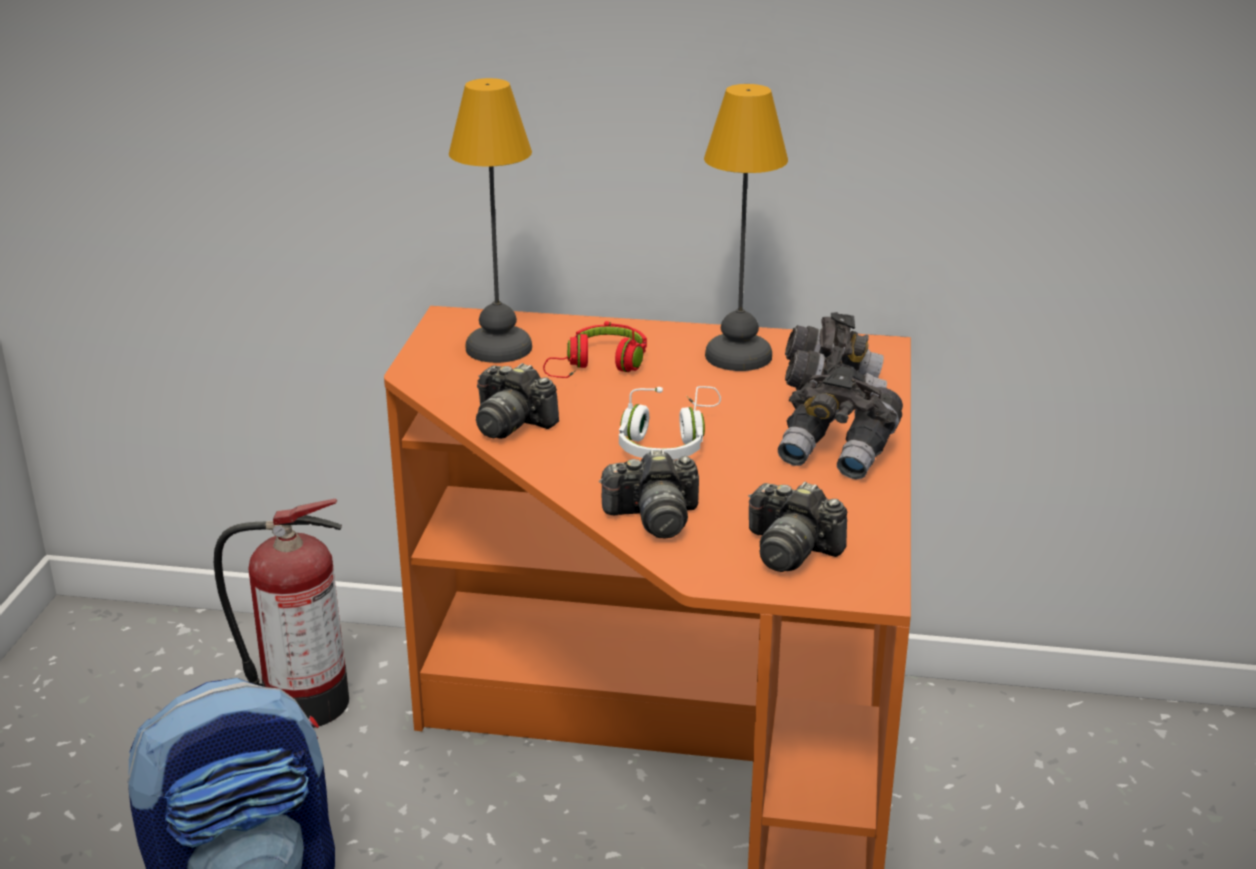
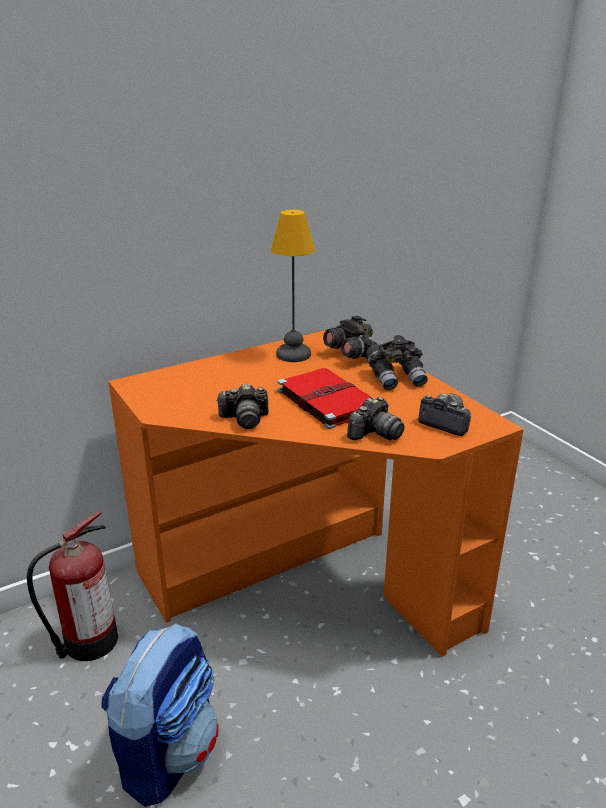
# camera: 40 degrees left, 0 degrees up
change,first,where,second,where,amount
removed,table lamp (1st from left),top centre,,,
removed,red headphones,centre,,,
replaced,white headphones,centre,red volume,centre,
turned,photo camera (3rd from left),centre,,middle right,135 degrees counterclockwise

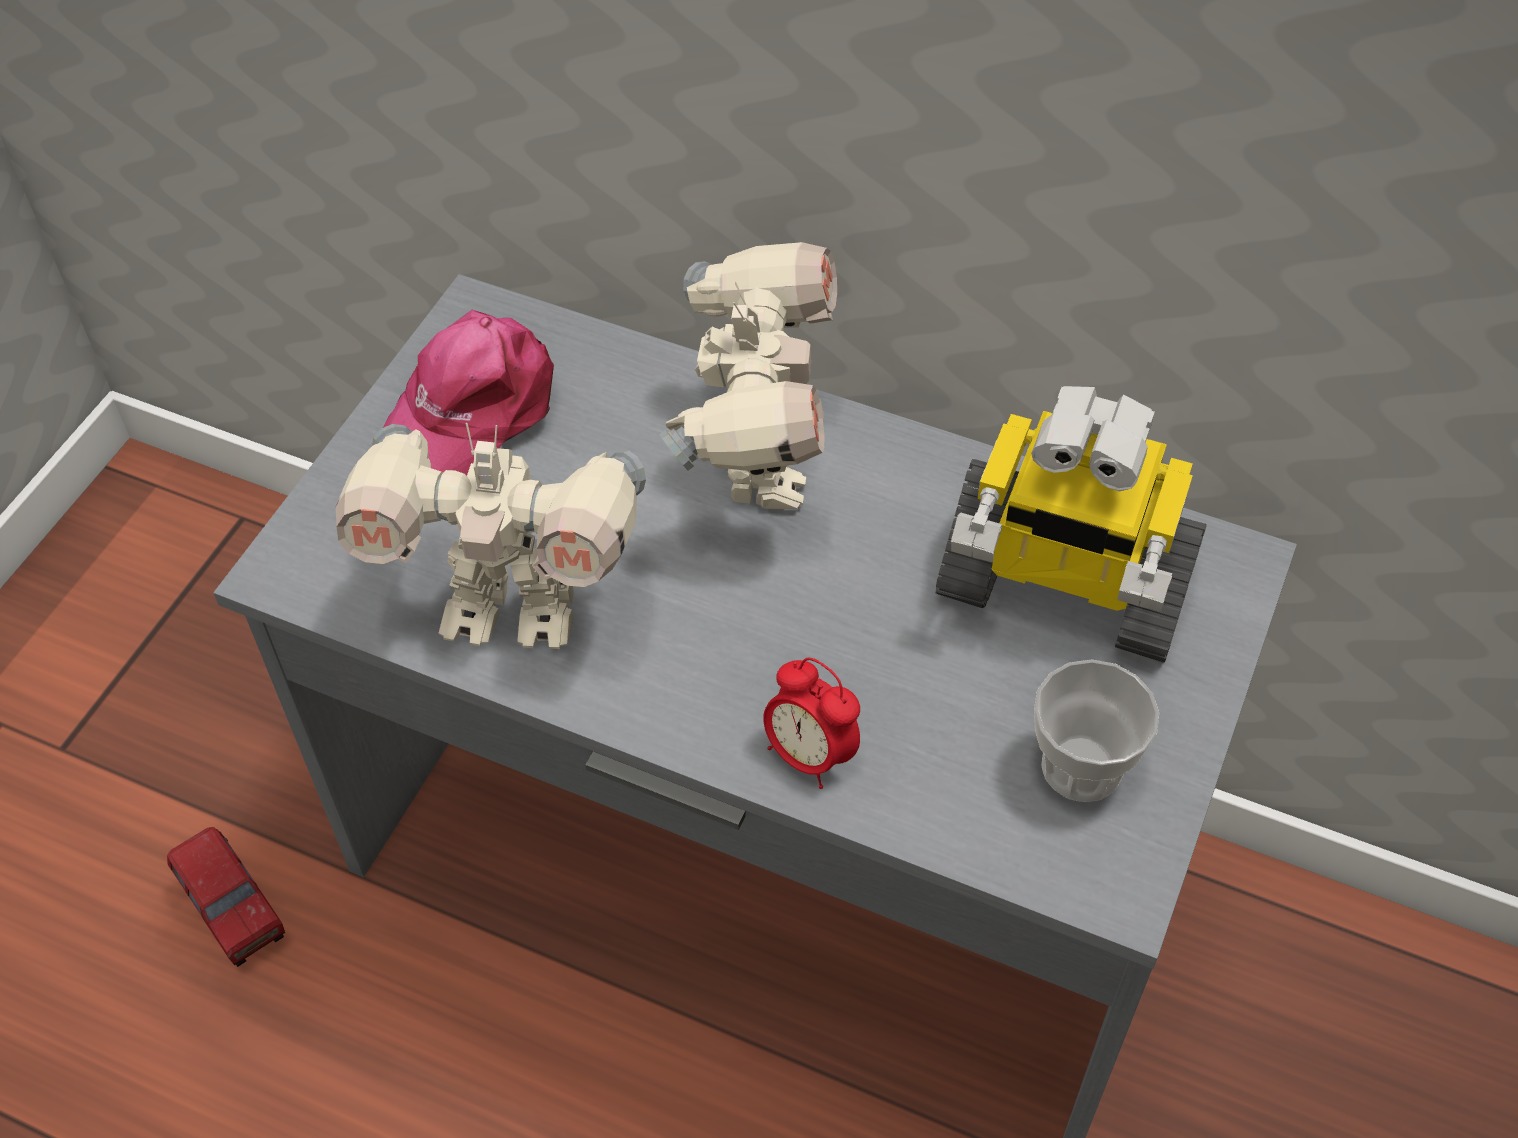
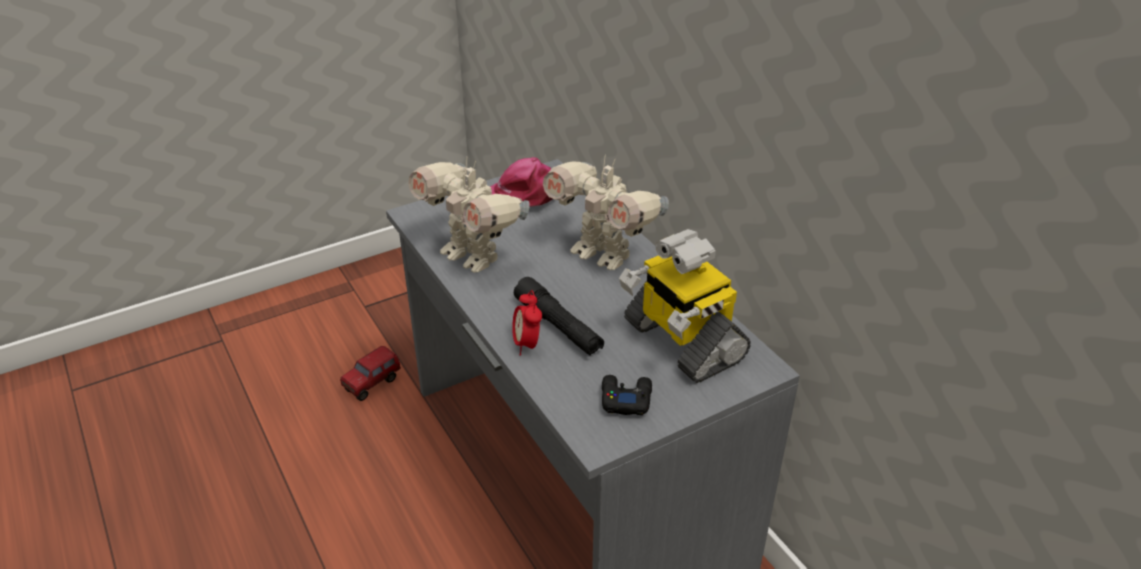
# camera: 35 degrees right, 15 degrees down
change,first,where,second,where,amount
added,,,black flashlight,centre,
replaced,drinking cup,middle right,black joypad,bottom centre,
turned,model truck,bottom left,,middle left,45 degrees clockwise
turned,toy robot (2nd from left),top centre,,centre,90 degrees clockwise

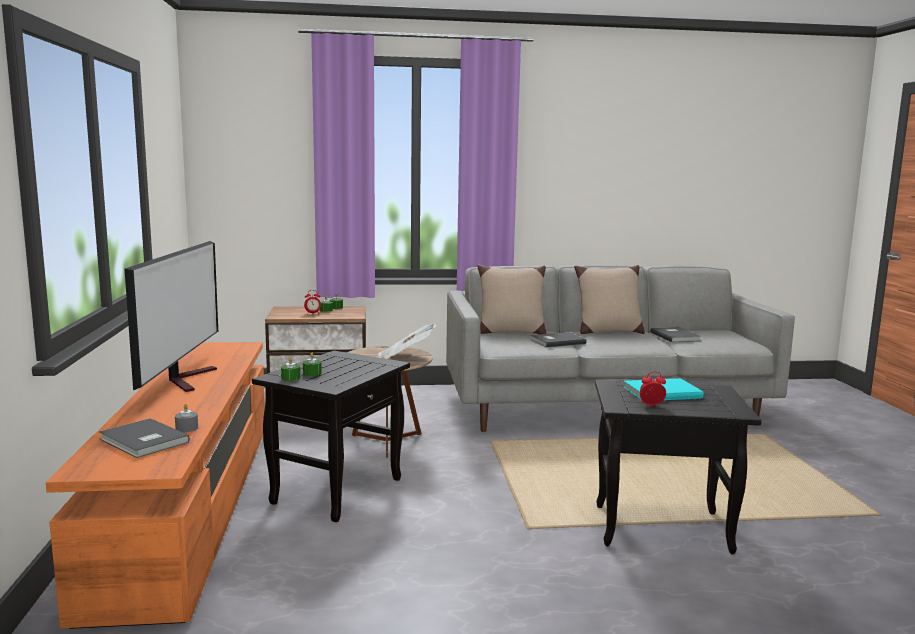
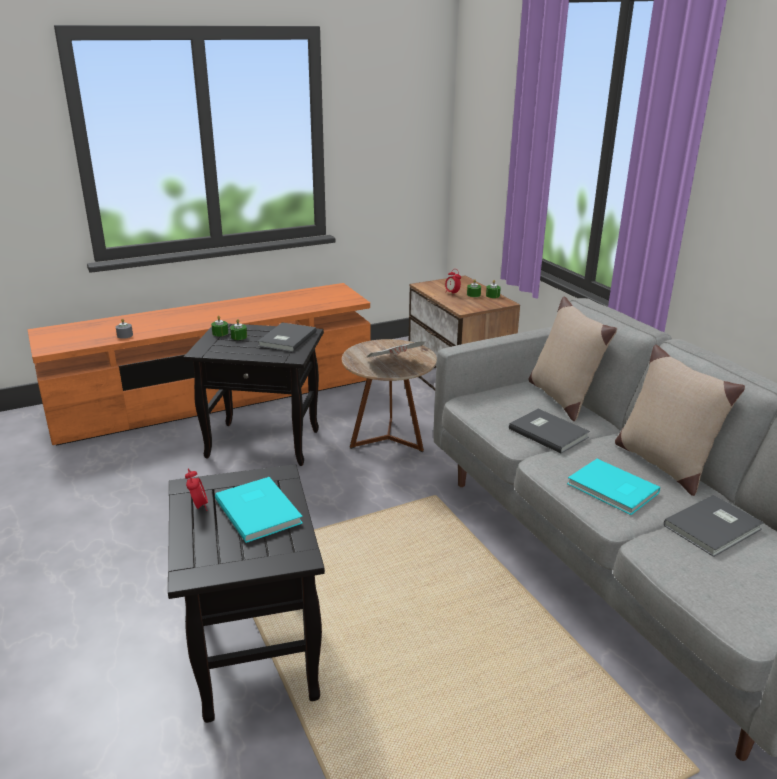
# camera: 70 degrees right, 15 degrees up
change,first,where,second,where,amount
removed,TV set,middle left,,,
added,,,turquoise-coloured volume (2nd from left),middle right,
moved,grey volume (1st from left),bottom left,,centre,

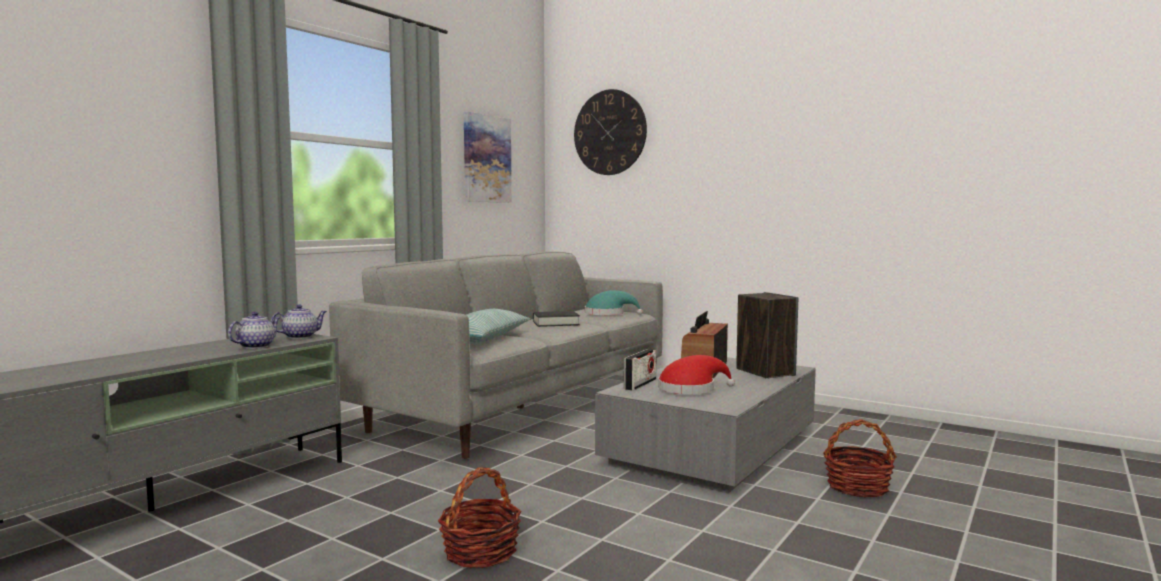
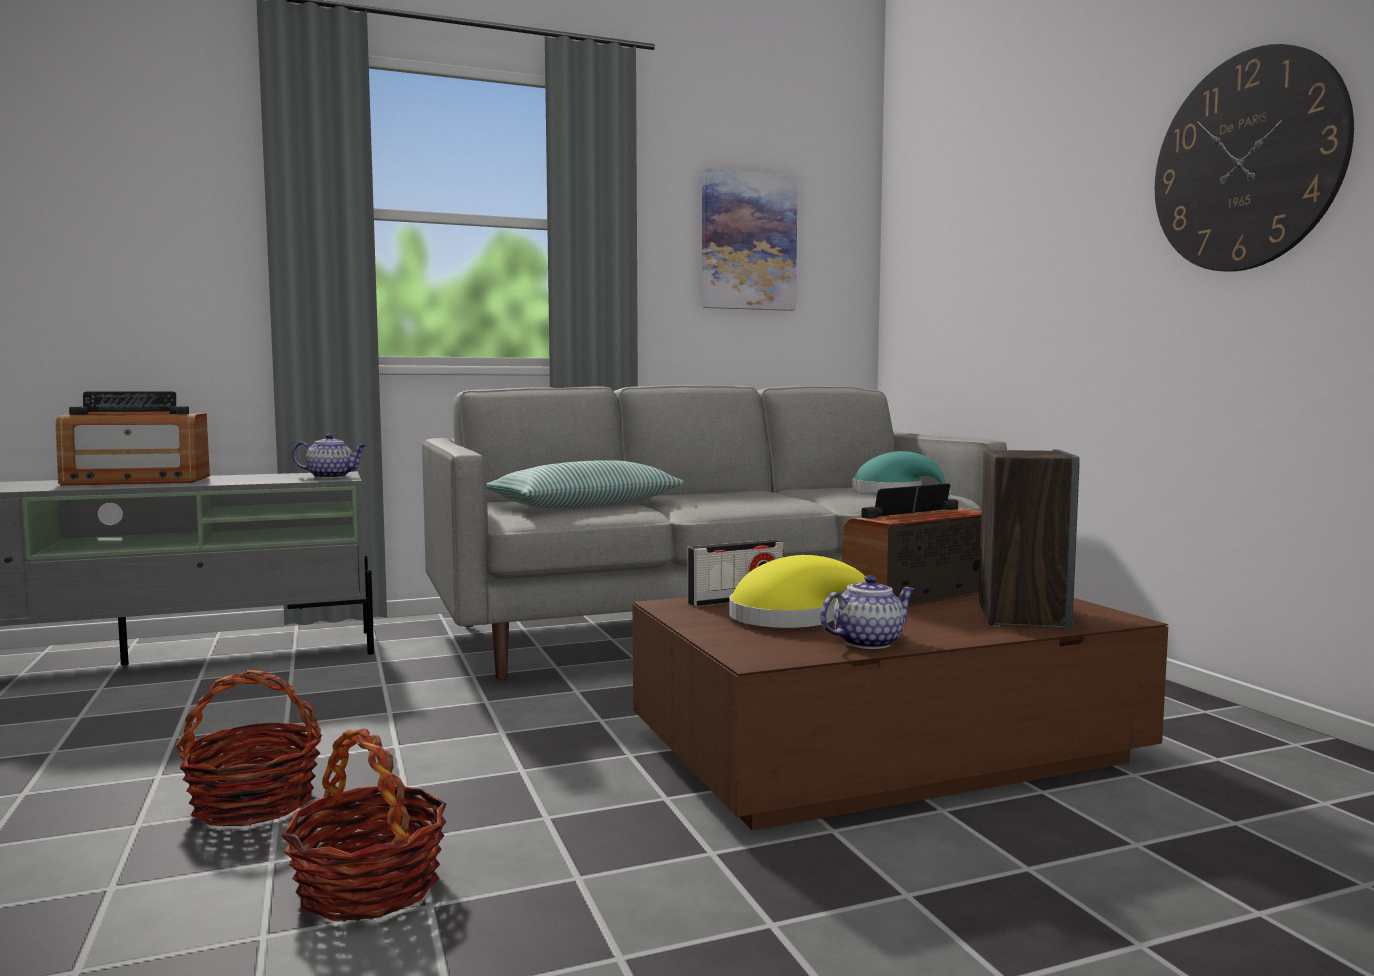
# camera: 35 degrees right, 0 degrees up
change,first,where,second,where,amount
removed,black volume,centre,,,
added,,,radio receiver (1st from left),middle left,
moved,tea pot (1st from left in the first image),middle left,tea pot (2nd from left),centre,
moved,clock on the wall,top centre,,top right,
moved,storage basket (2nd from left),bottom right,,bottom left,
recoloured,grey coffee table,bottom centre,brownish coffee table,bottom centre,
recoloured,red wearable hat,centre,yellow wearable hat,centre,

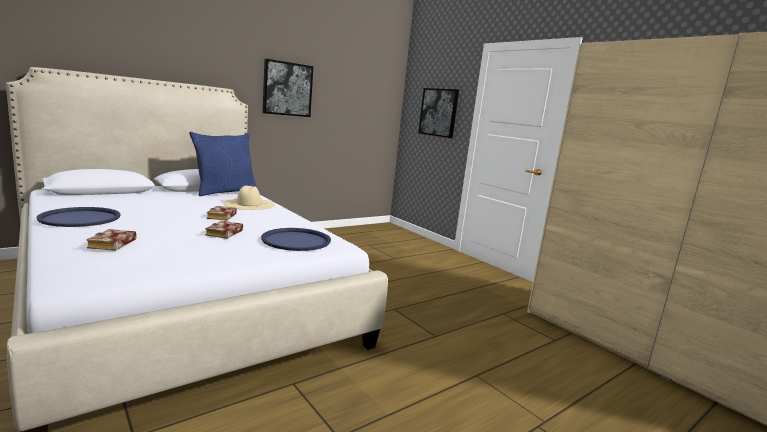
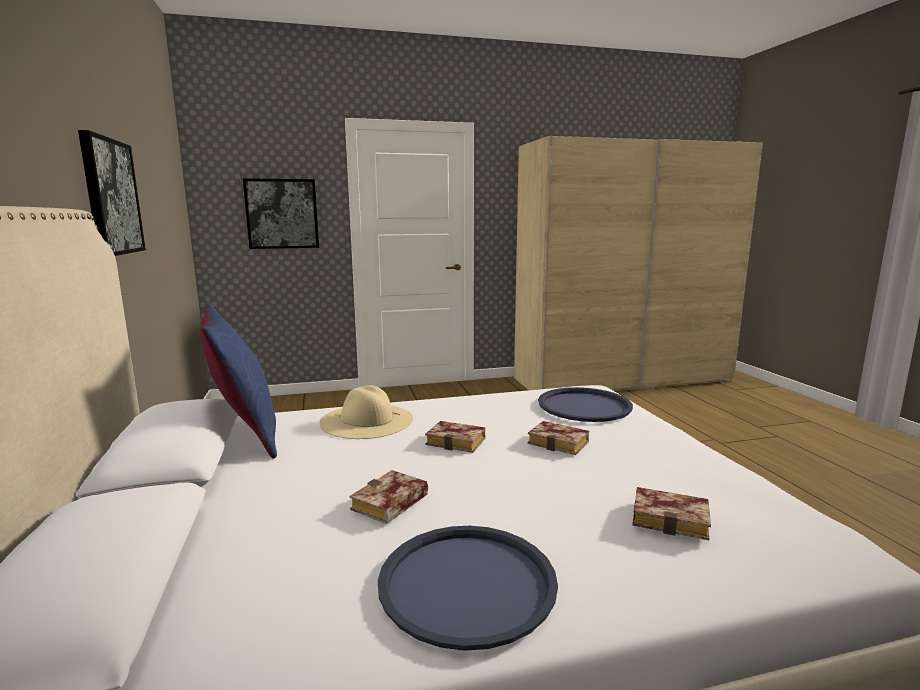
# camera: 65 degrees left, 0 degrees up
change,first,where,second,where,amount
added,,,volume (1st from left),bottom centre,

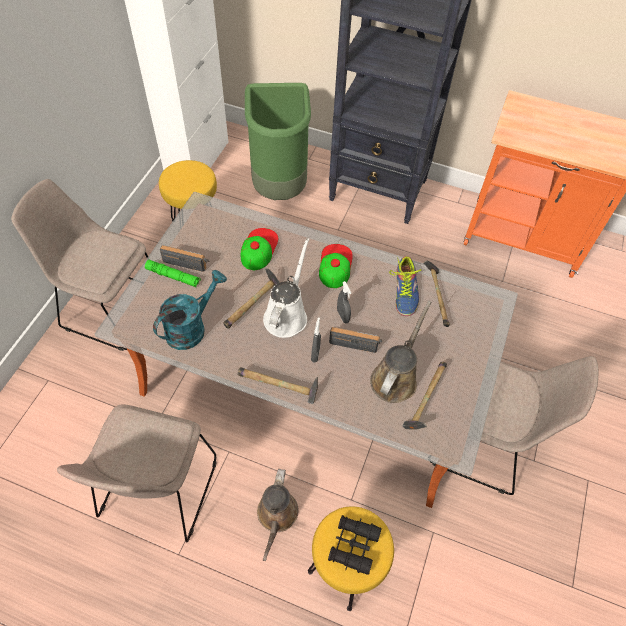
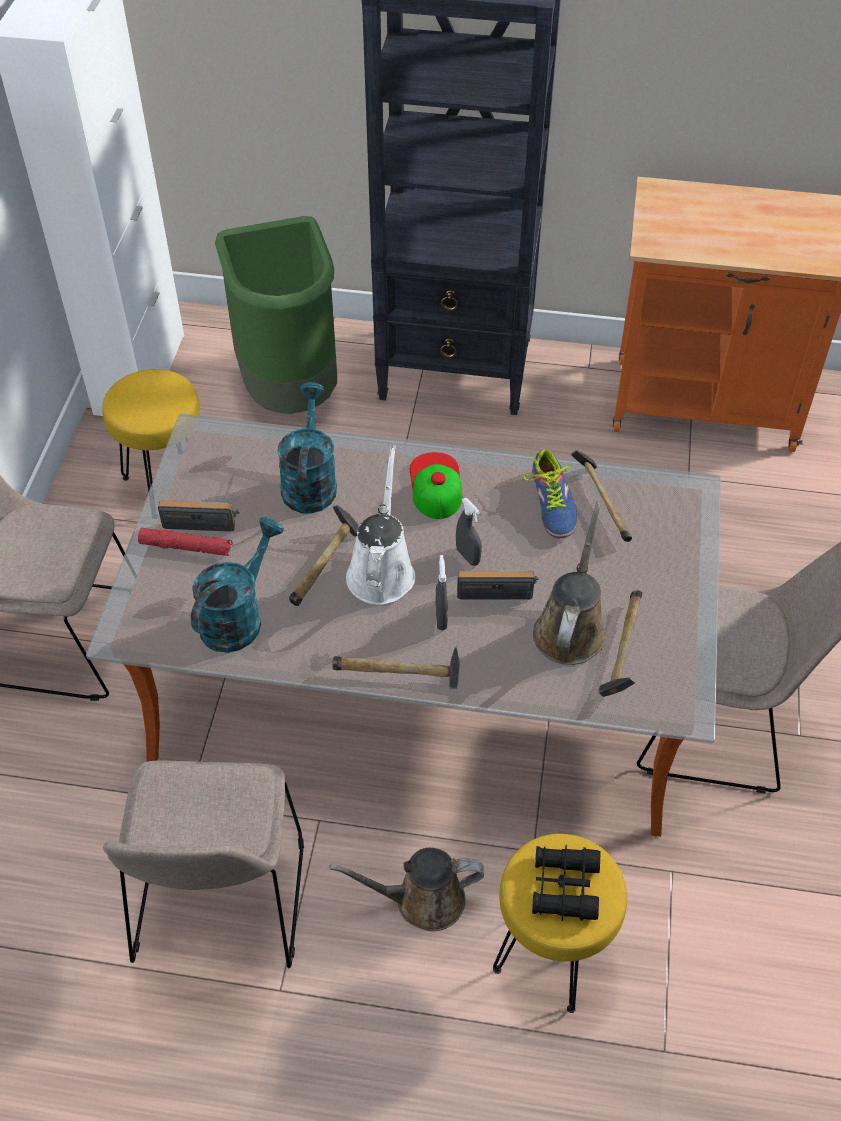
# camera: 10 degrees left, 5 degrees down
change,first,where,second,where,amount
replaced,peaked cap (1st from left),centre,turquoise-coloured sprinkling can (2nd from left),centre,
recoloured,green-coloured flashlight,middle left,red flashlight,middle left,
turned,brownish sprinkling can (1st from left),bottom centre,,bottom centre,90 degrees clockwise

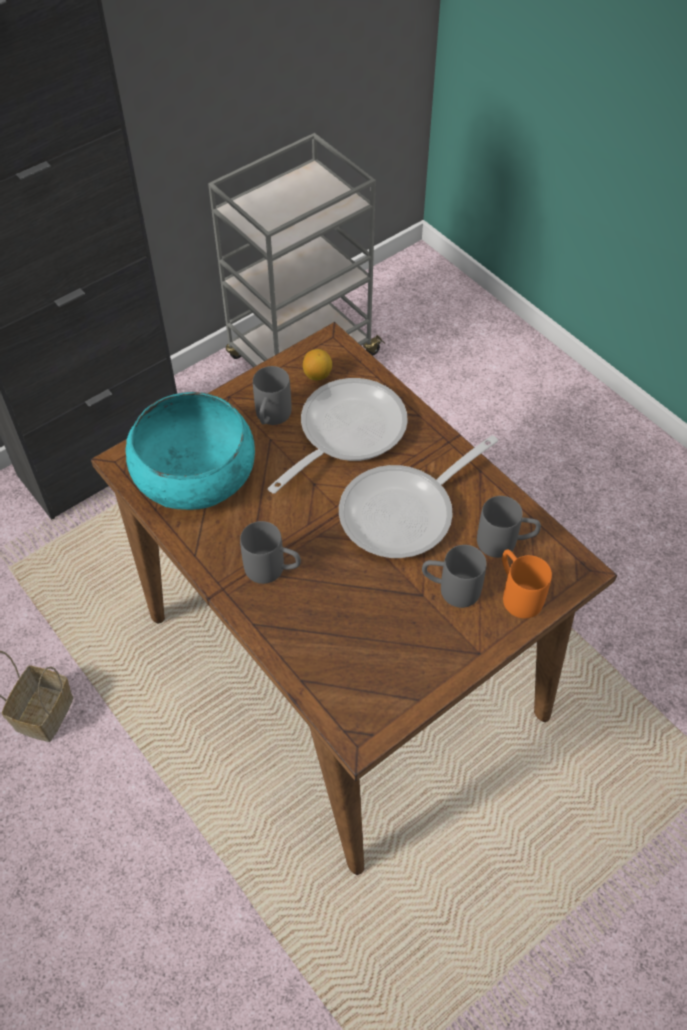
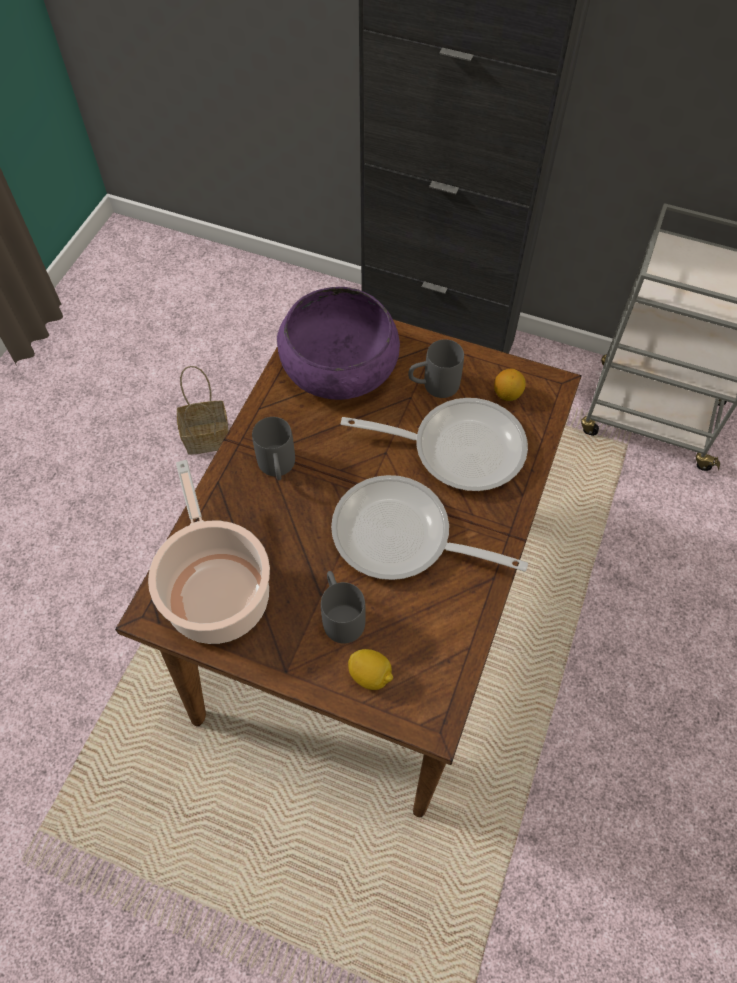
# camera: 60 degrees right, 5 degrees up
change,first,where,second,where,amount
removed,grey mug (4th from left),middle right,,,
added,,,cooking pot,middle left,
replaced,orangey mug,middle right,lemon (1st from left),bottom centre,
recoloured,turquoise-coloured deep dish,middle left,purplish deep dish,centre,

